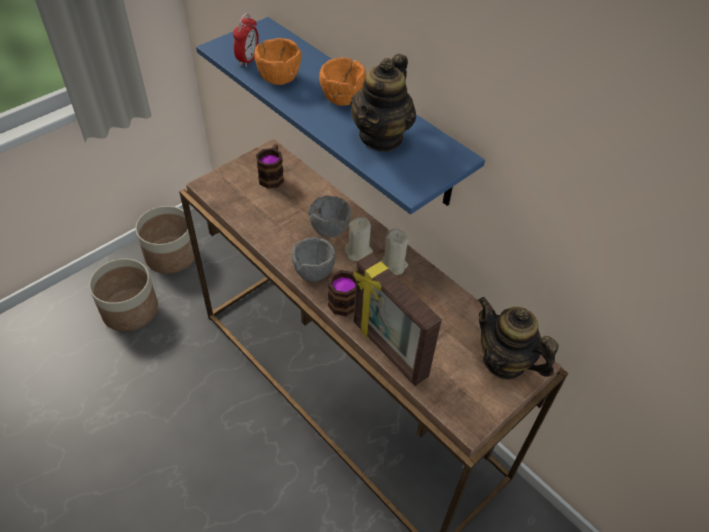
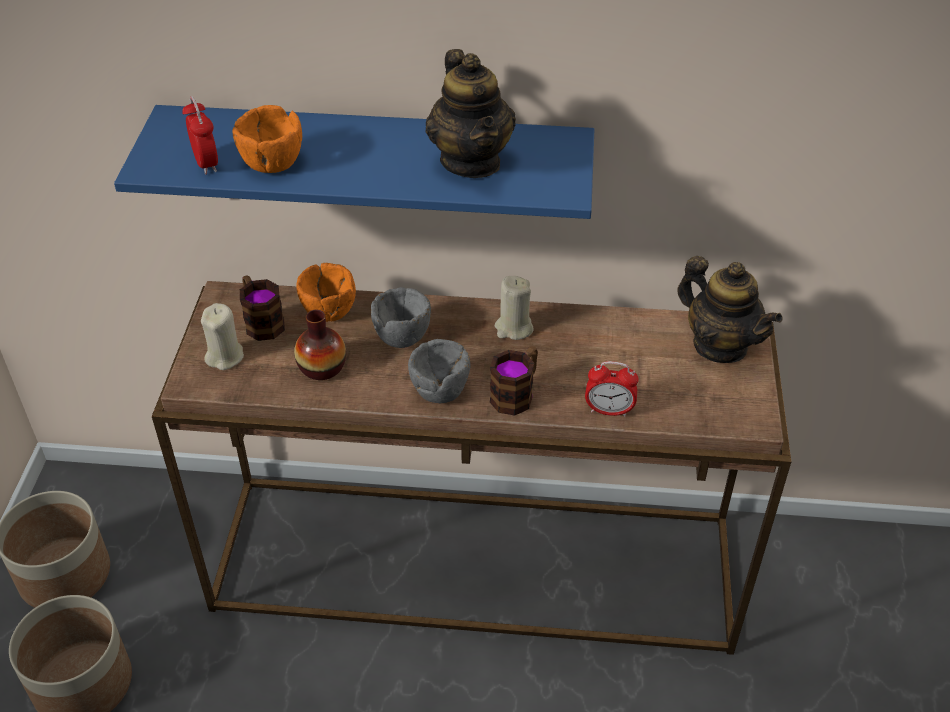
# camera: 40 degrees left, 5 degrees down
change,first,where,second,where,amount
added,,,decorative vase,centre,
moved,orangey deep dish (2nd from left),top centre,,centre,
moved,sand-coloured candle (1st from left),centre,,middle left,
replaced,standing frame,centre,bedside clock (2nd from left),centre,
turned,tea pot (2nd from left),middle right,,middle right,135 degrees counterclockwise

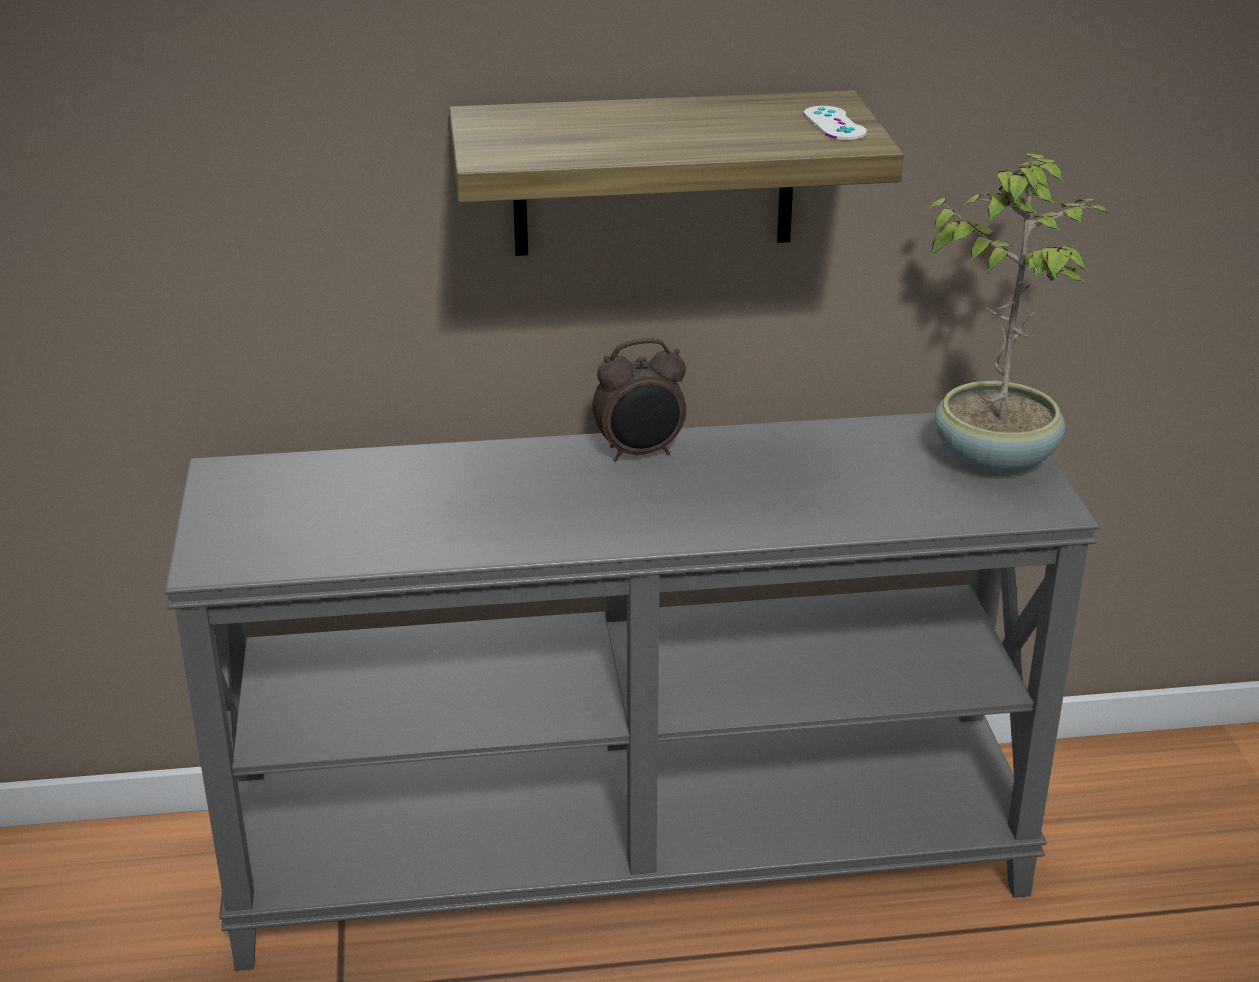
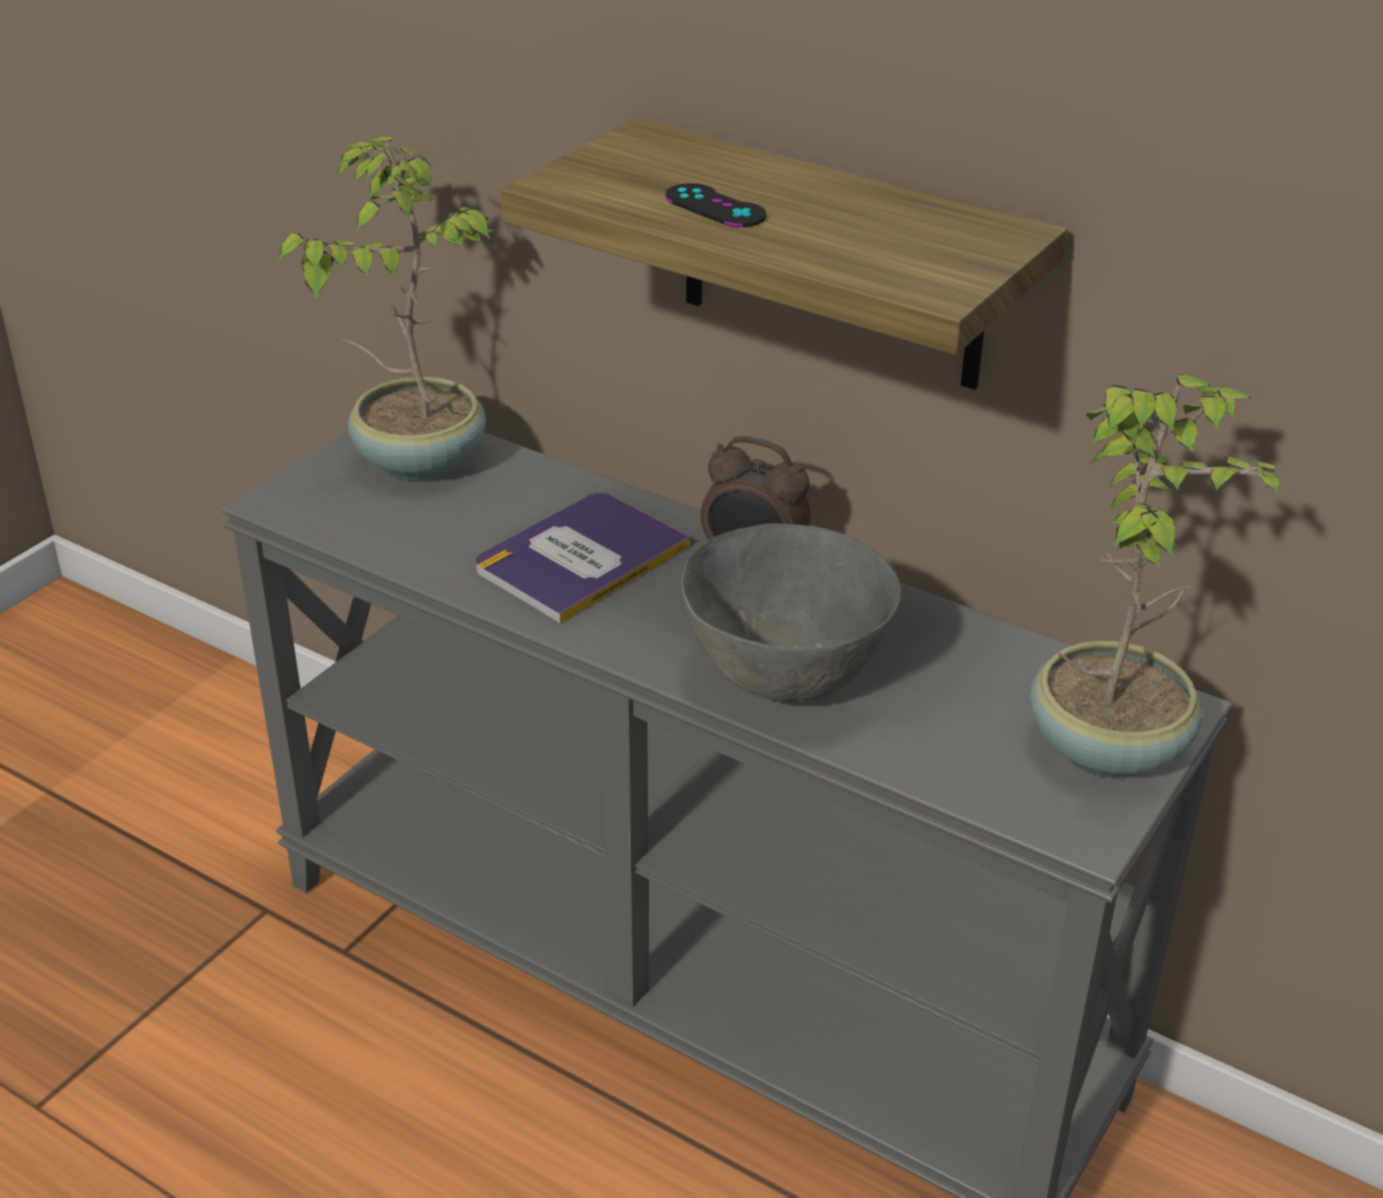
# camera: 40 degrees right, 5 degrees up
change,first,where,second,where,amount
removed,white joypad,top centre,,,
added,,,potted plant (1st from left),top left,
added,,,volume,centre,
added,,,black joypad,top centre,
added,,,grey deep dish,centre,

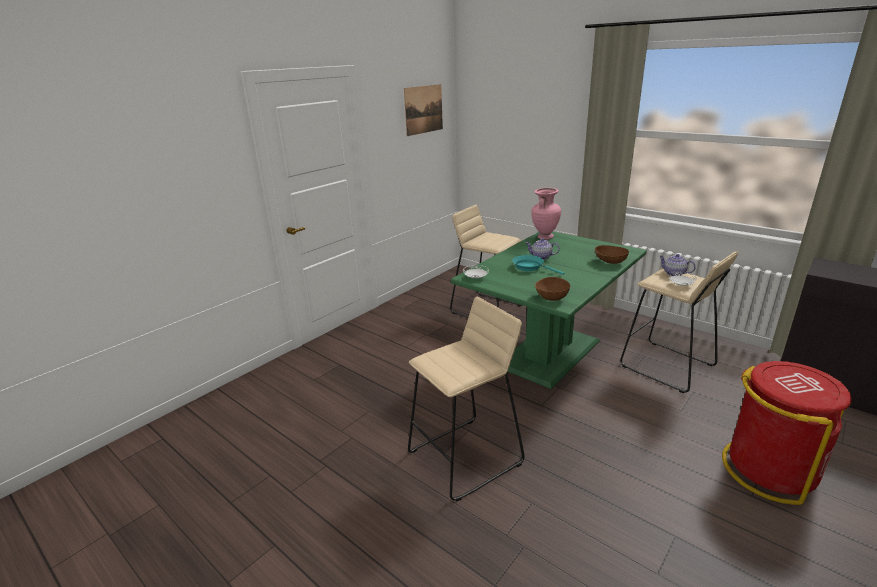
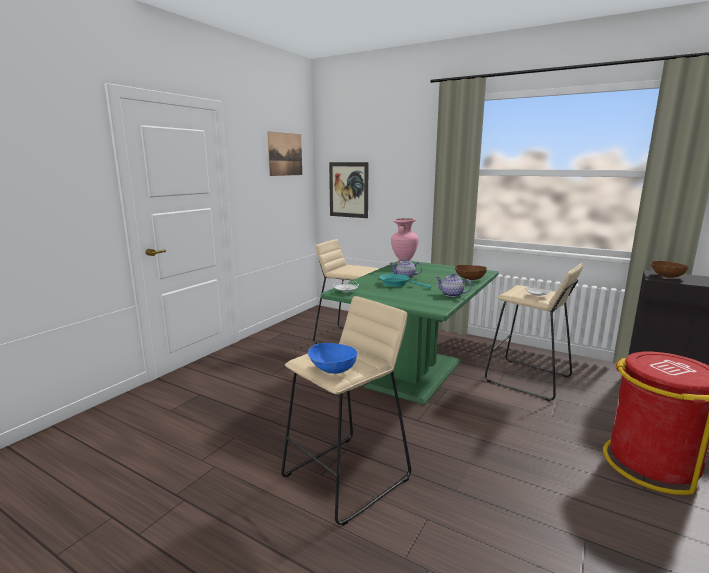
# camera: 10 degrees left, 10 degrees down
change,first,where,second,where,amount
added,,,blue deep dish,centre,
added,,,wall picture (2nd from left),top centre,
moved,brownish deep dish (1st from left in the first image),centre,brownish deep dish (2nd from left),middle right,
moved,tea pot (2nd from left),middle right,,centre,

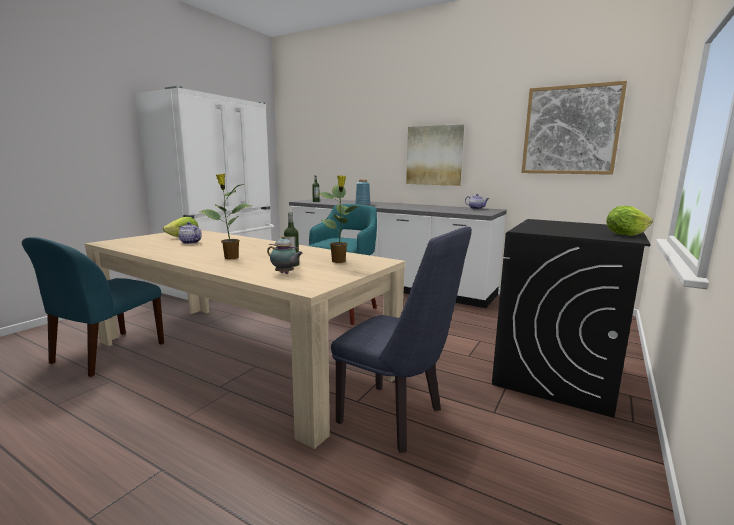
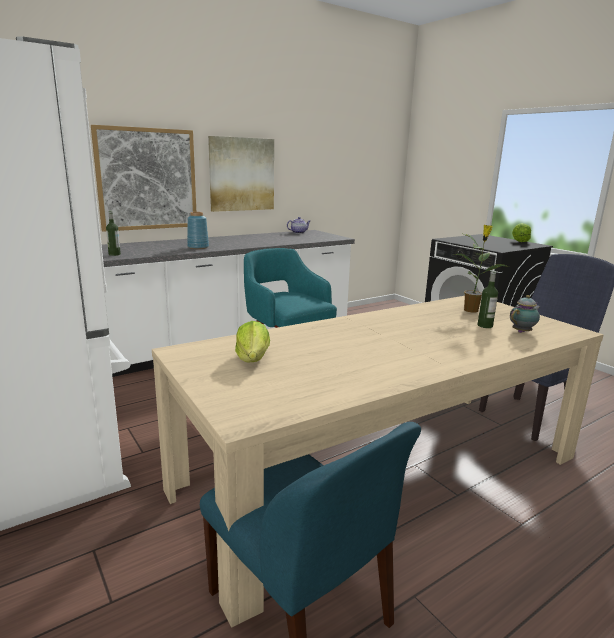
# camera: 65 degrees left, 5 degrees up
change,first,where,second,where,amount
removed,tea pot (1st from left),middle left,,,
removed,potted plant (1st from left),middle left,,,
moved,wall picture (2nd from left in the first image),top right,wall picture (1st from left),top left,

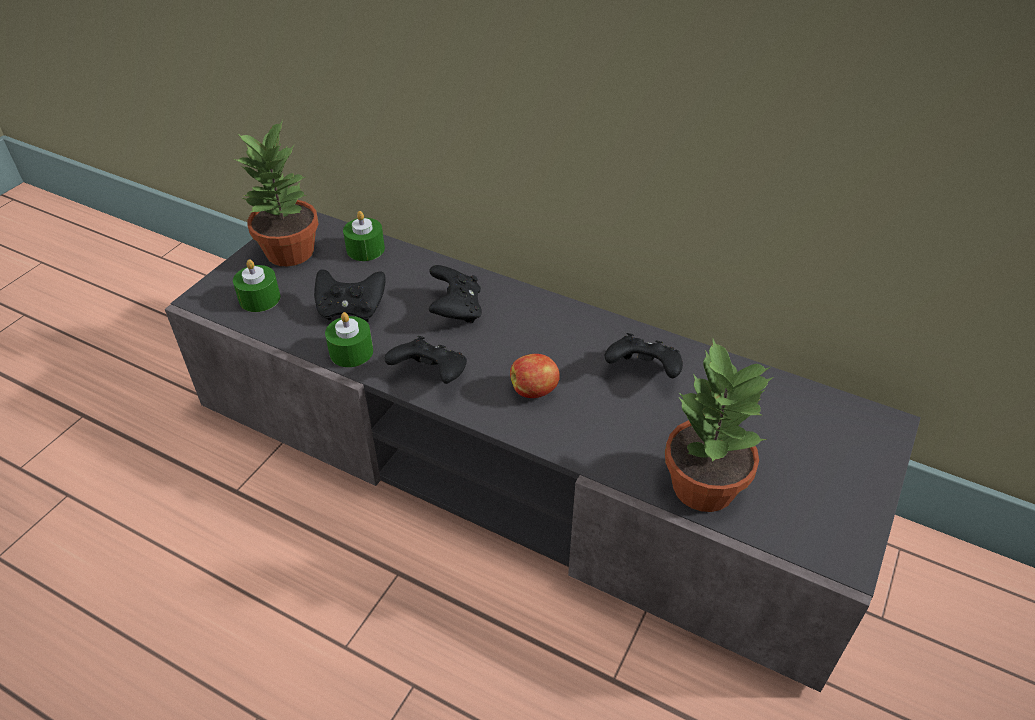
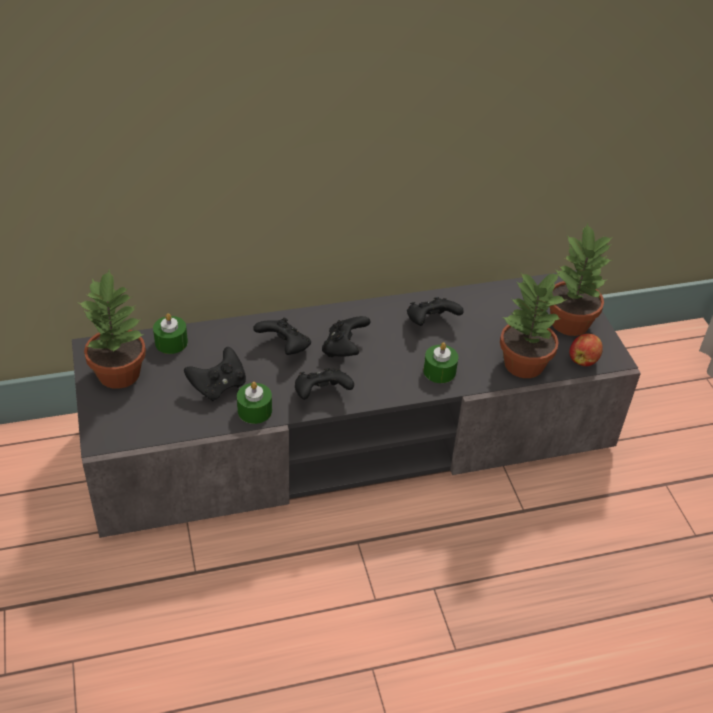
# camera: 45 degrees left, 0 degrees up
change,first,where,second,where,amount
added,,,black joypad (4th from left),centre,
added,,,potted plant (3rd from left),middle right,
moved,green-coloured candle (1st from left in the first image),middle left,green-coloured candle (3rd from left),centre,
moved,apple fruit,centre,,middle right,

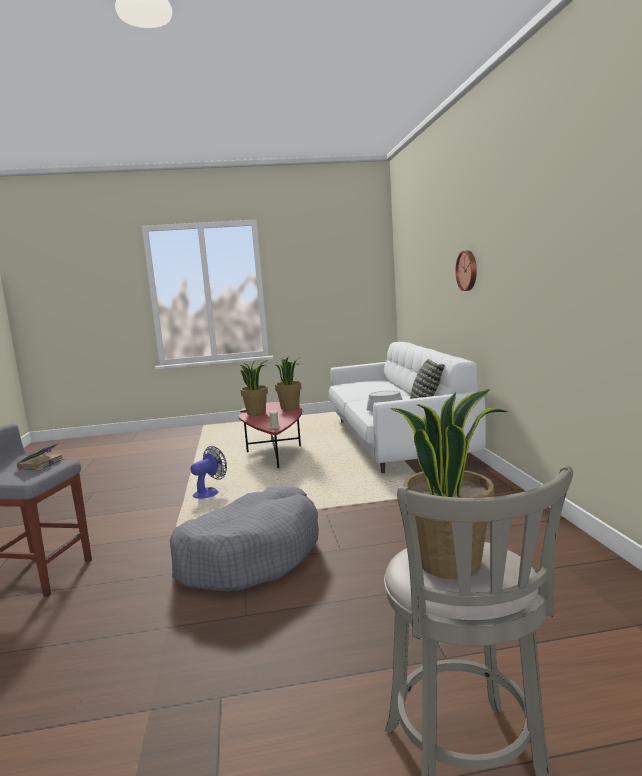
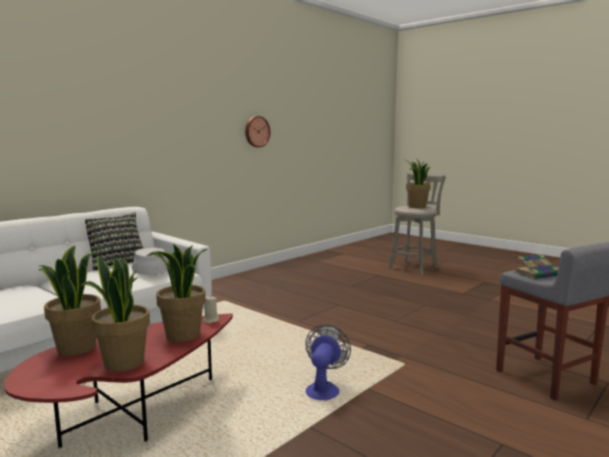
# camera: 130 degrees left, 0 degrees up
change,first,where,second,where,amount
removed,grey pet bed,bottom centre,,,
added,,,potted plant (3rd from left),middle left,
moved,clock on the wall,middle right,,top centre,
turned,cooling fan,middle left,,bottom centre,105 degrees clockwise

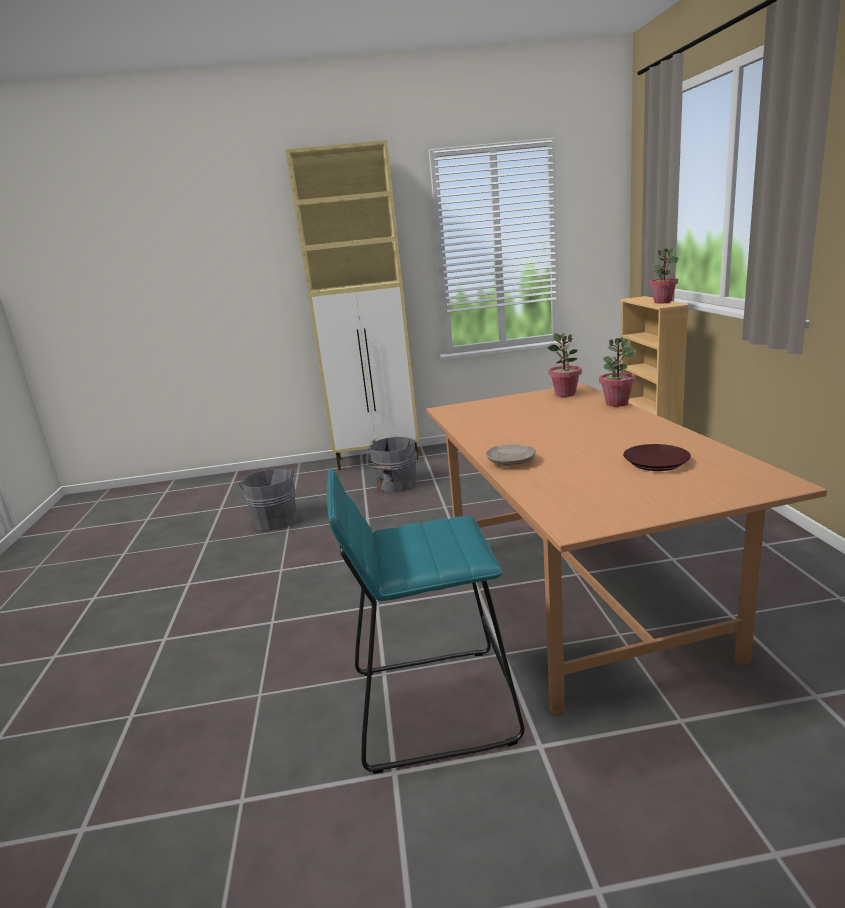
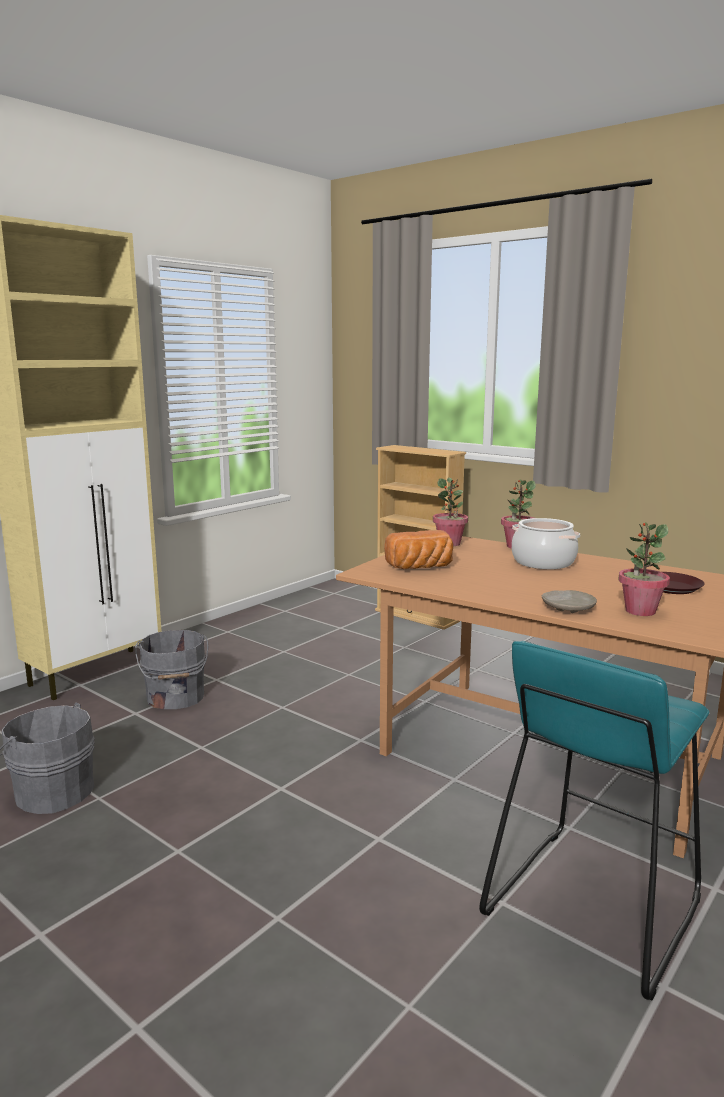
# camera: 45 degrees left, 5 degrees down
change,first,where,second,where,amount
added,,,baked bread,centre,
added,,,cooking pot,middle right,
moved,potted plant (3rd from left),top right,,middle right,

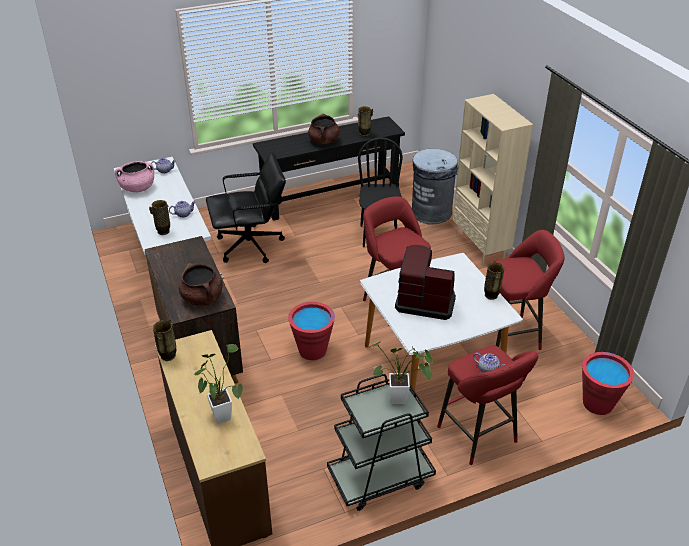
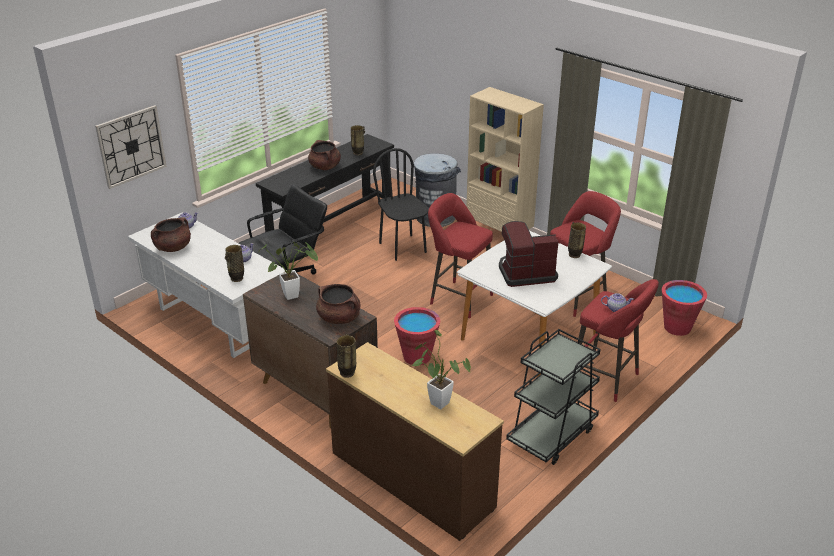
# camera: 25 degrees left, 5 degrees down
change,first,where,second,where,amount
added,,,clock on the wall,top left,
moved,potted plant (2nd from left in the first image),bottom centre,potted plant (1st from left),centre,
recoloured,pinkish cooking pot,top left,brownish cooking pot (1st from left),middle left,

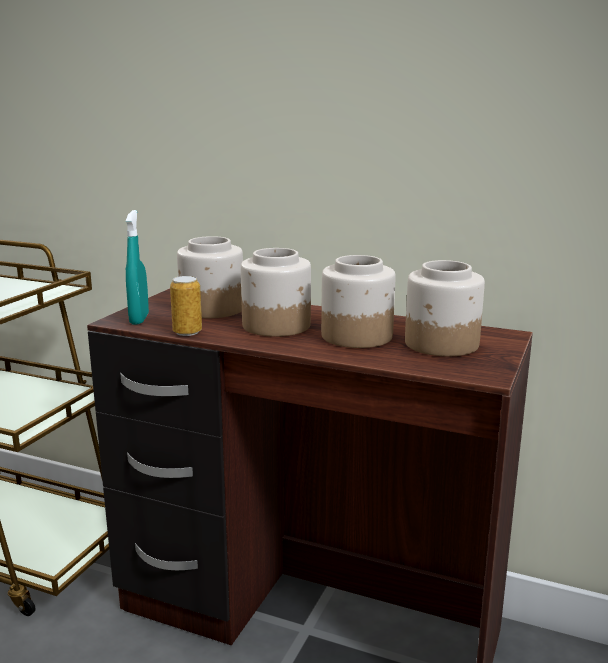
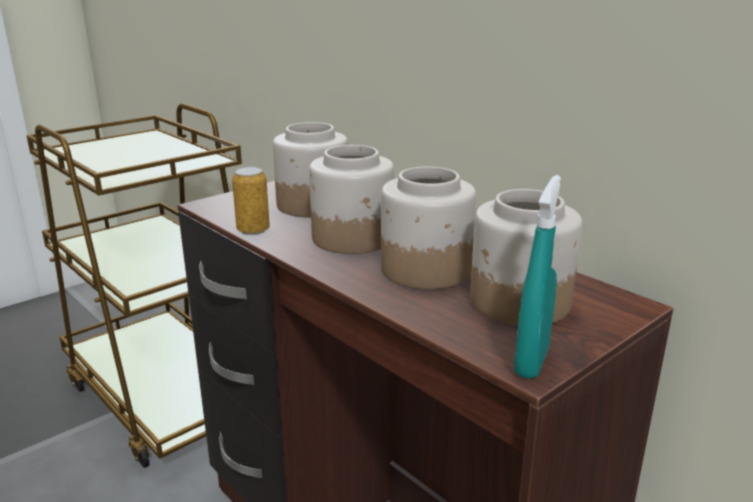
# camera: 25 degrees right, 5 degrees up
change,first,where,second,where,amount
moved,turquoise-coloured spray bottle,middle left,,middle right,

